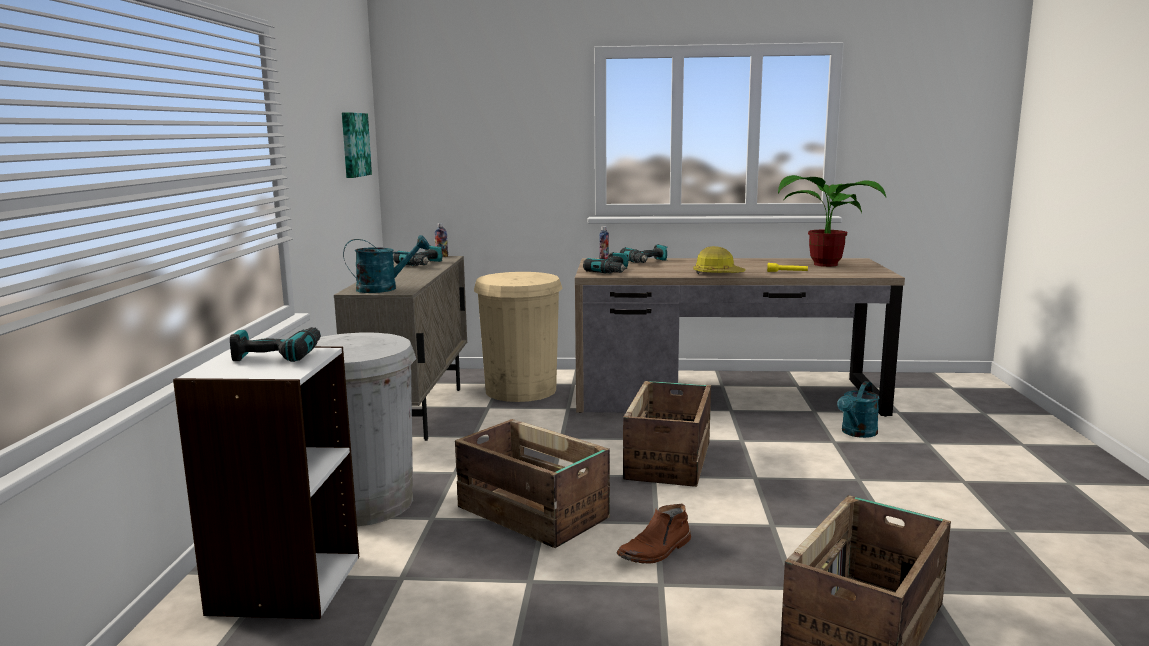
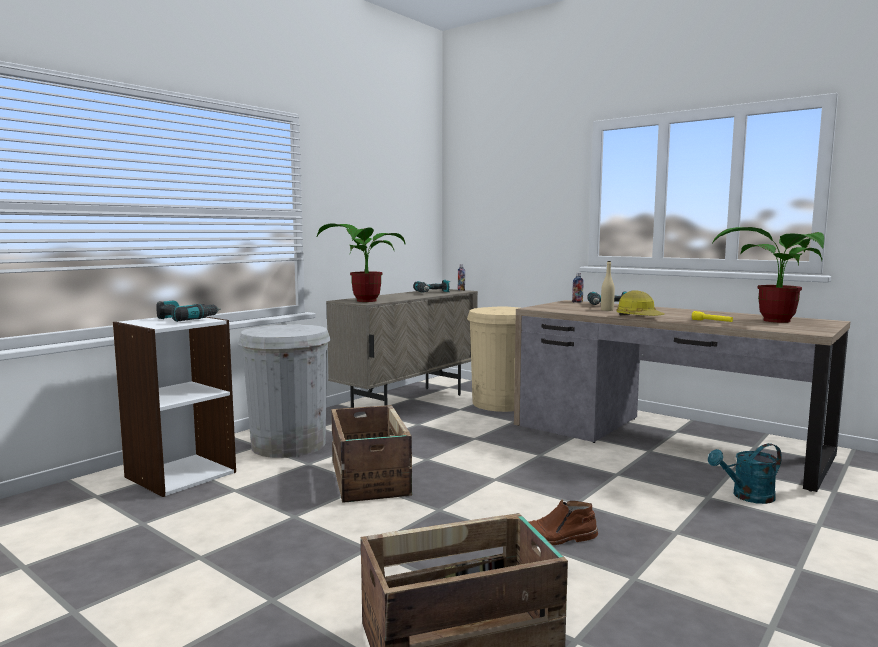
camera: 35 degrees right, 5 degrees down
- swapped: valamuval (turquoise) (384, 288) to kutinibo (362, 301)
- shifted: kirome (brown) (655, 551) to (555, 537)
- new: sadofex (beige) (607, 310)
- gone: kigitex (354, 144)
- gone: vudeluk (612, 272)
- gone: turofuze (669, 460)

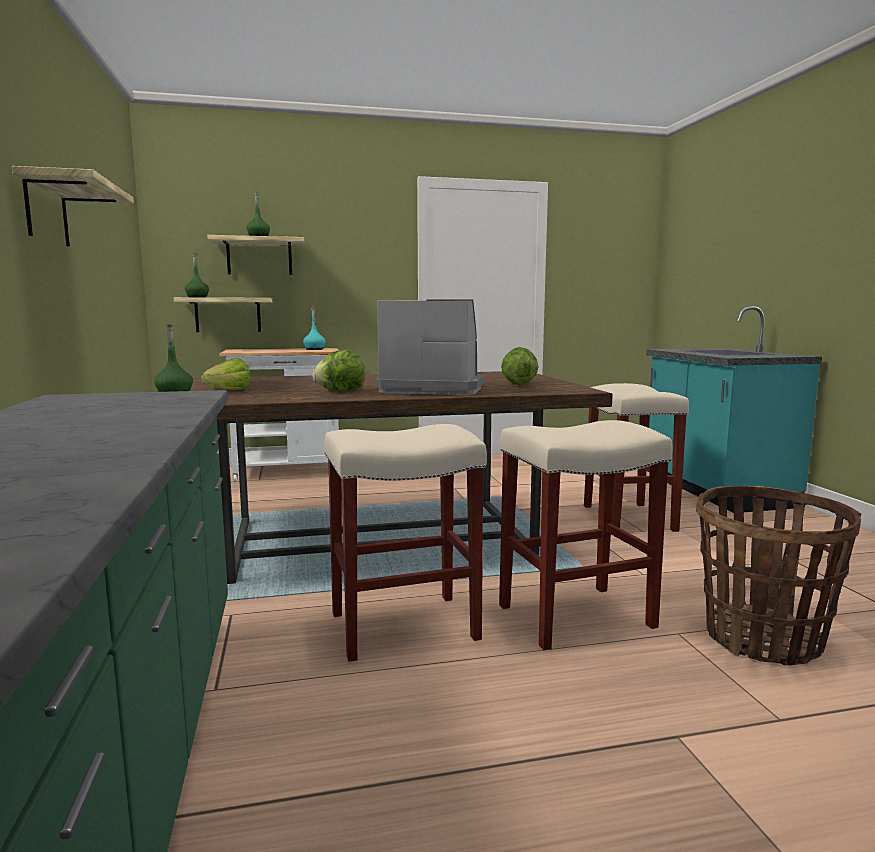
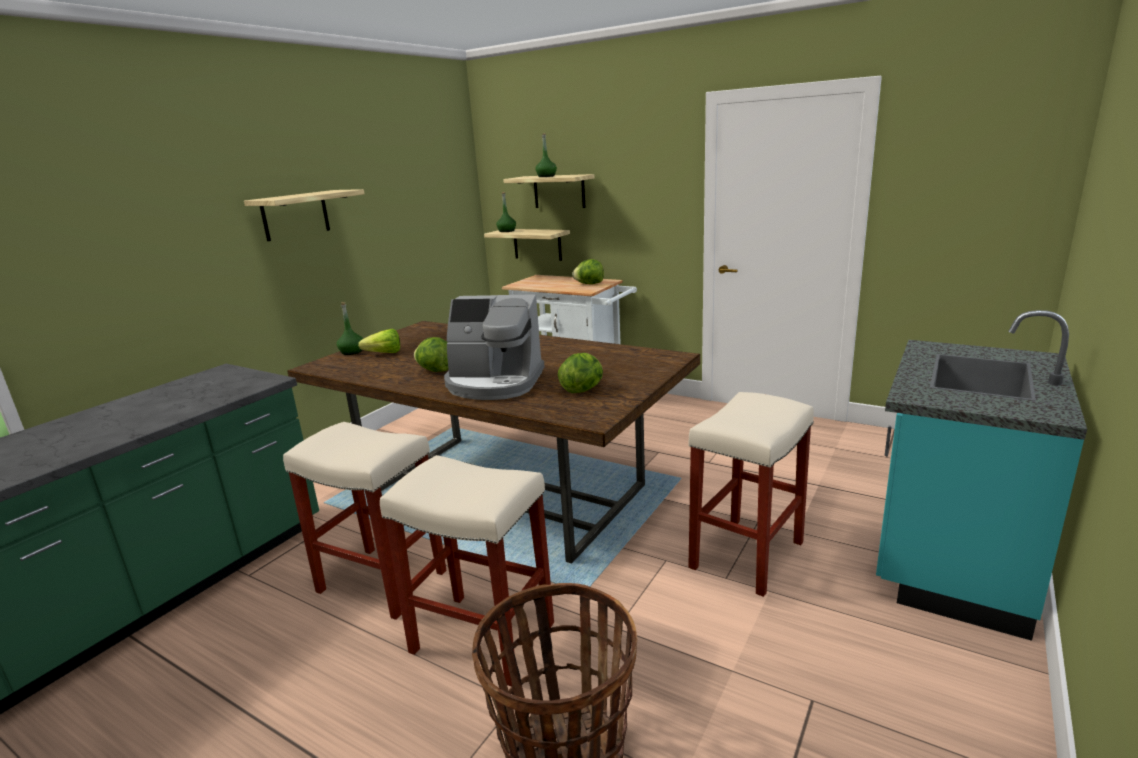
camera: 45 degrees right, 10 degrees up
- rotated: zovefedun (431, 389) = (494, 383) 135 degrees clockwise
- swapped: sadofex (turquoise) (314, 349) to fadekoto (589, 284)

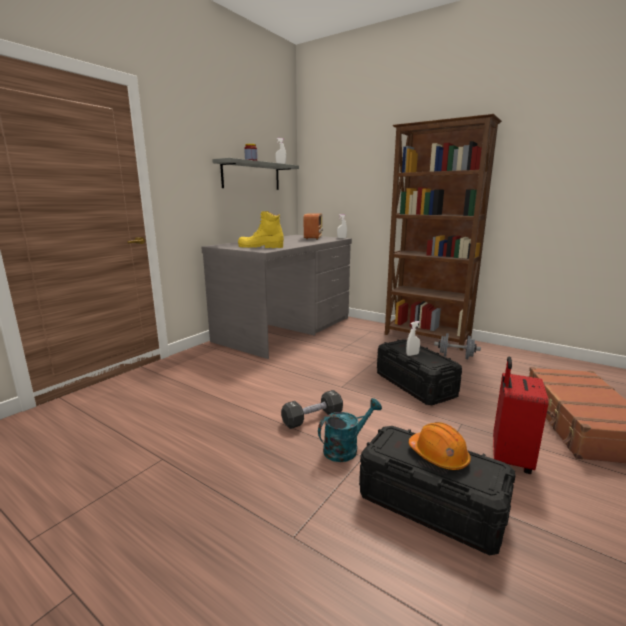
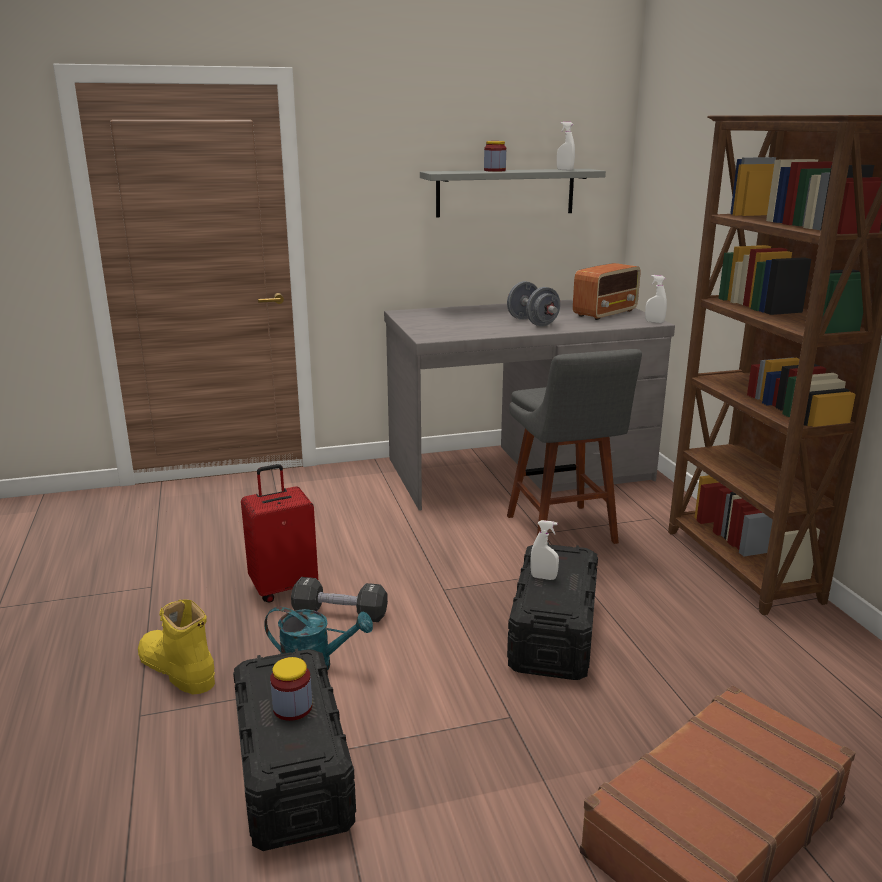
camera: 40 degrees right, 5 degrees up
- shifted: kirome (yellow) (260, 247) to (177, 669)
- shifted: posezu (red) (509, 458) to (284, 587)
- swapped: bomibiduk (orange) (438, 456) to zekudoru (292, 707)
- shifted: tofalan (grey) (455, 357) to (532, 322)
- new: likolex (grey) (563, 532)

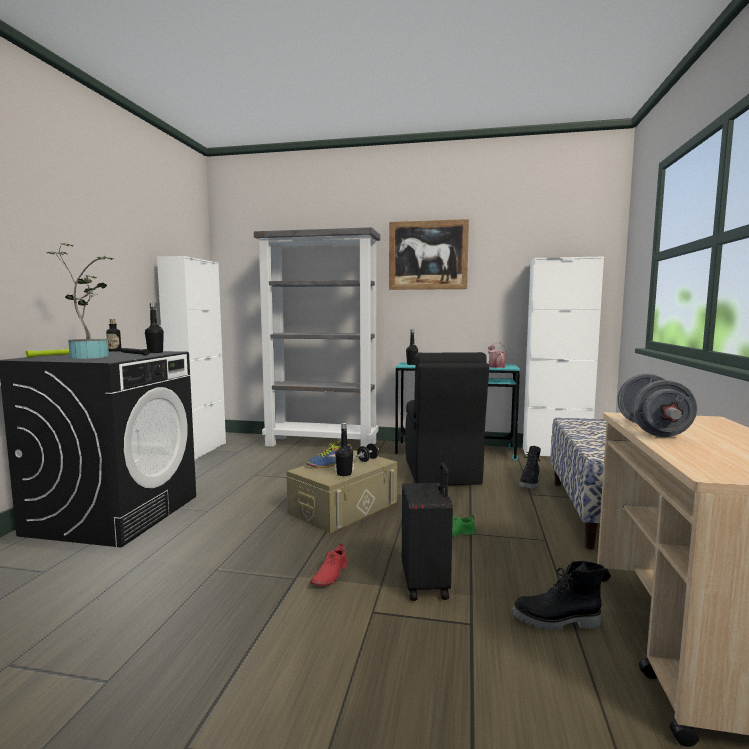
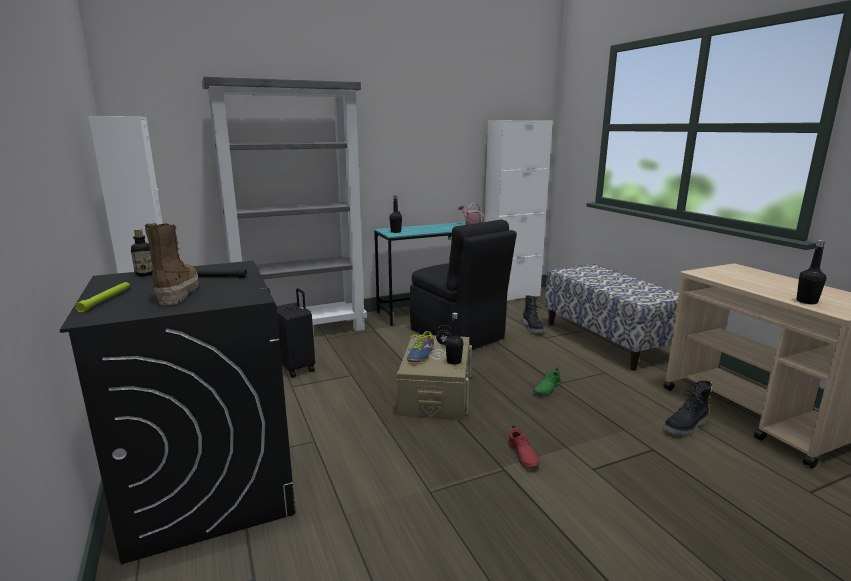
camera: 35 degrees left, 10 degrees up
- swapped: kutinibo (90, 356) to kirome (177, 293)
- shifted: posezu (black) (426, 584) to (296, 367)
- shifted: sadofex (black) (155, 352) to (806, 301)
- gone: kigitex (428, 255)
- gone: tofalan (grey) (652, 430)

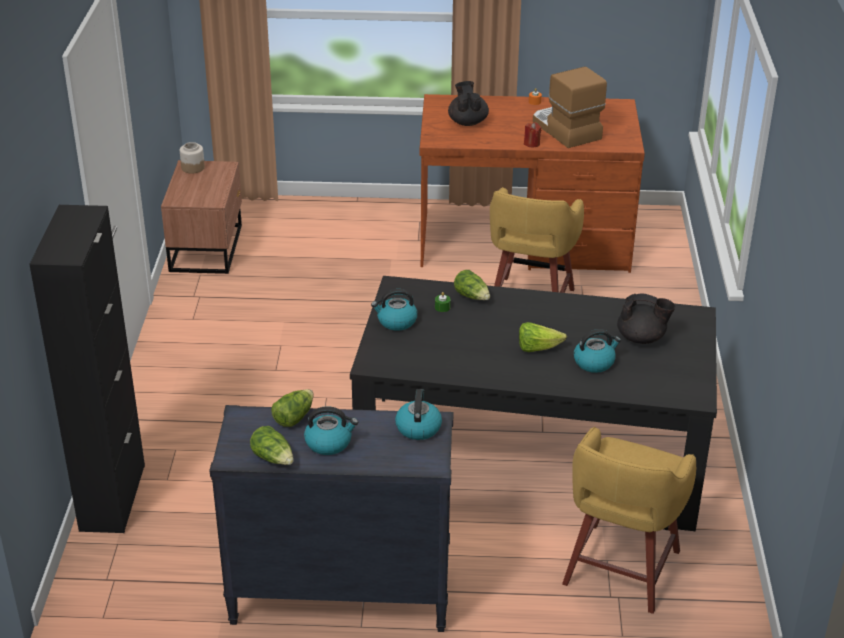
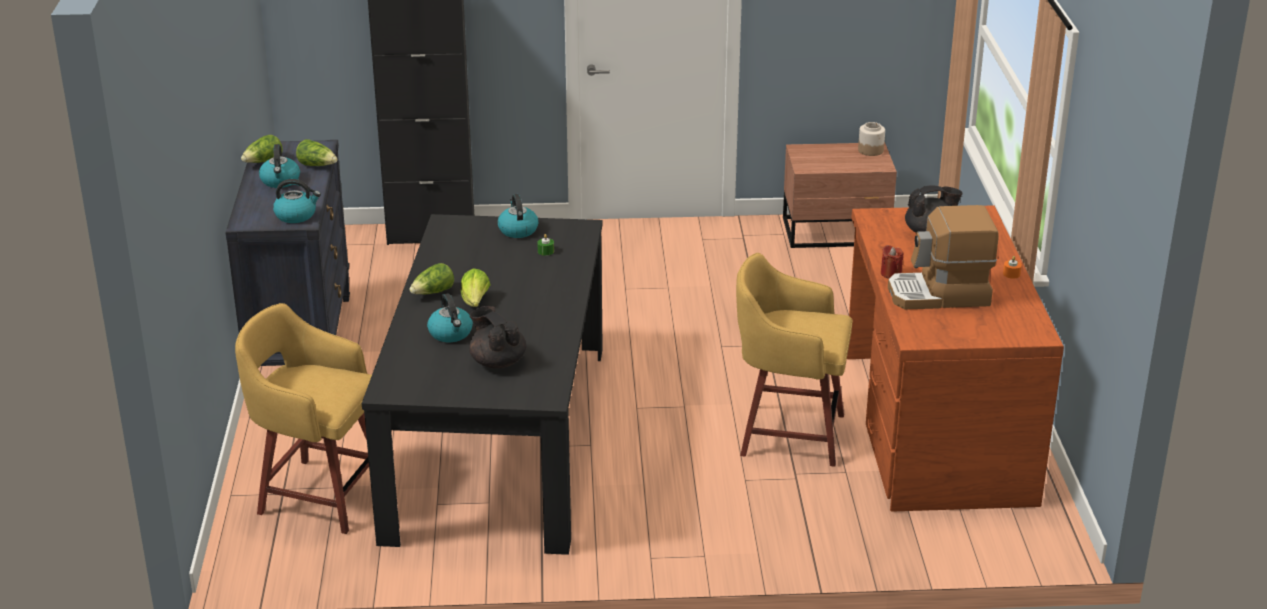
camera: 85 degrees right, 5 degrees down
- shifted: fadekoto (472, 296) to (433, 293)
- rotated: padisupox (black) (642, 338) = (497, 362) 135 degrees clockwise
- rotated: zovefedun (565, 130) = (939, 295) 150 degrees counterclockwise

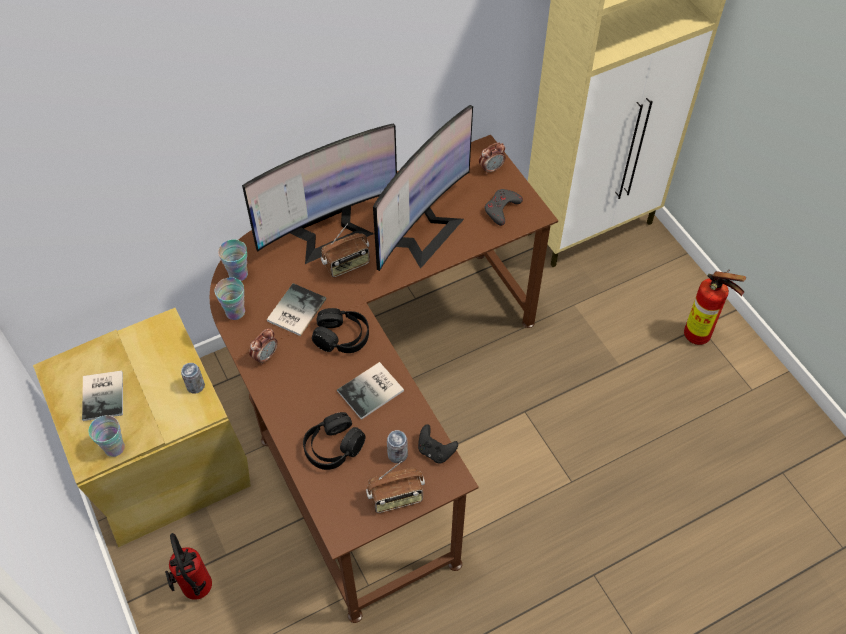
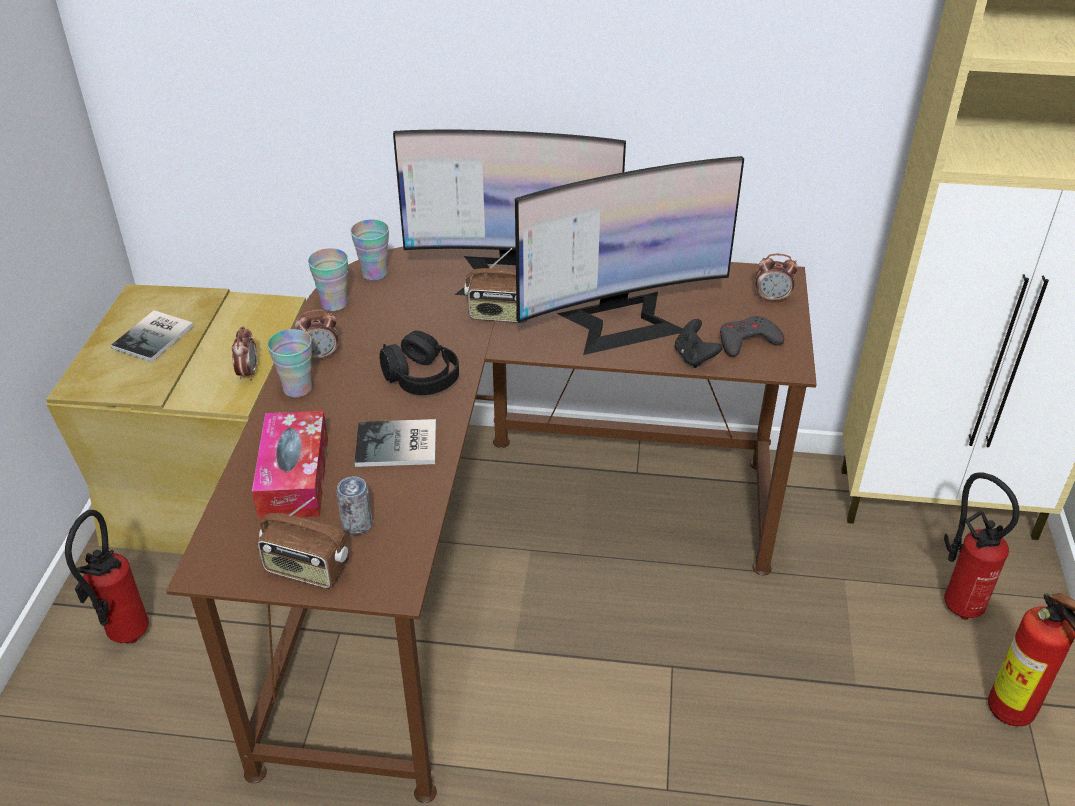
camera: 35 degrees right, 15 degrees down
- swapped: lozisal (195, 386) to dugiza (248, 373)
- swapped: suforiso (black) (333, 447) to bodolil (294, 477)
- shifted: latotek (114, 448) to (297, 388)
- shifted: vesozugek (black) (435, 451) to (694, 357)
- new: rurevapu (958, 602)
- gone: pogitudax (294, 310)

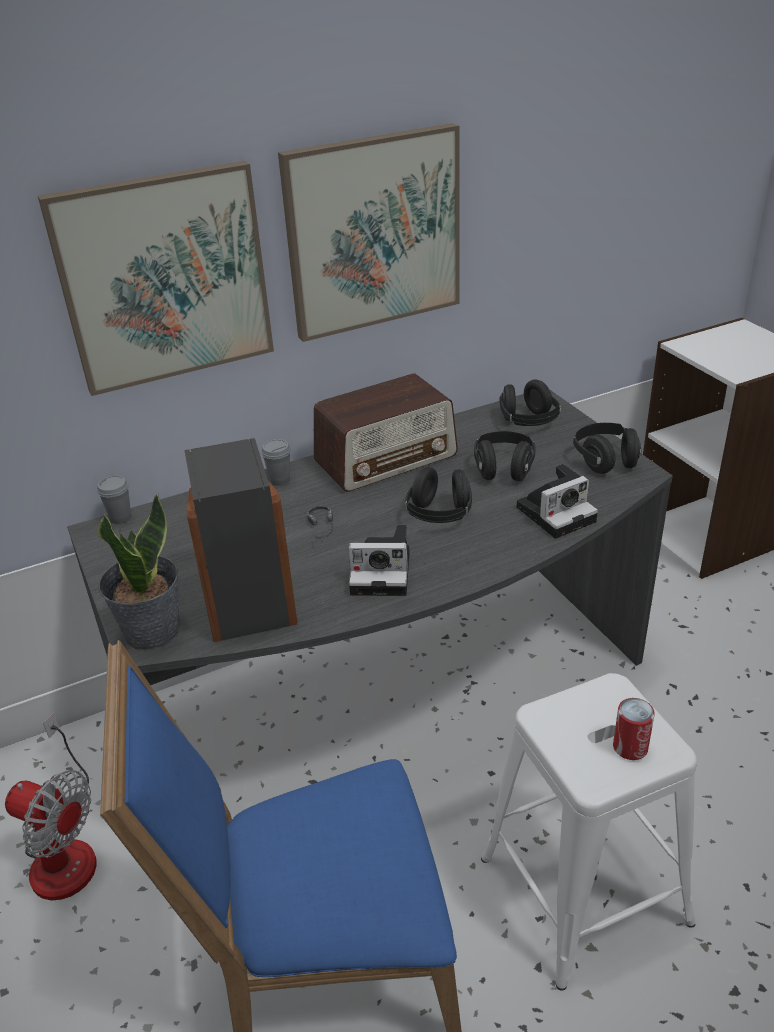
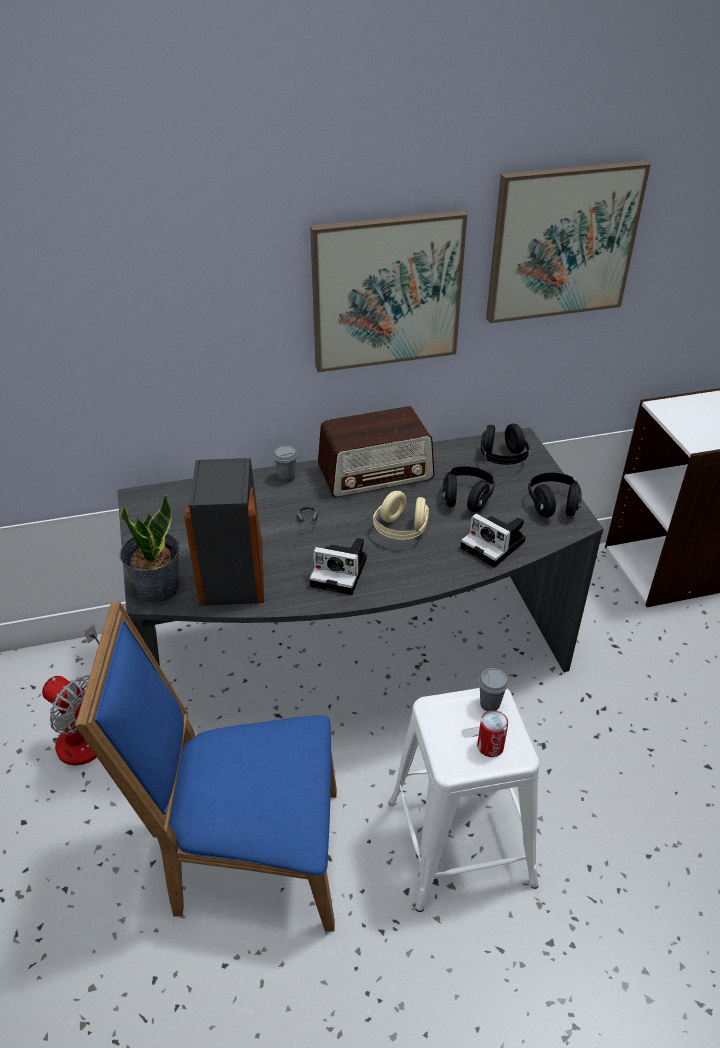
camera: 10 degrees right, 5 degrees up
- repainted: suforiso (black) (439, 515) to suforiso (beige) (401, 530)
- rotated: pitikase (557, 513) = (495, 545) 60 degrees clockwise
- shifted: latotek (grey) (120, 518) to (490, 704)
- shifted: kigitex (164, 278) to (562, 242)

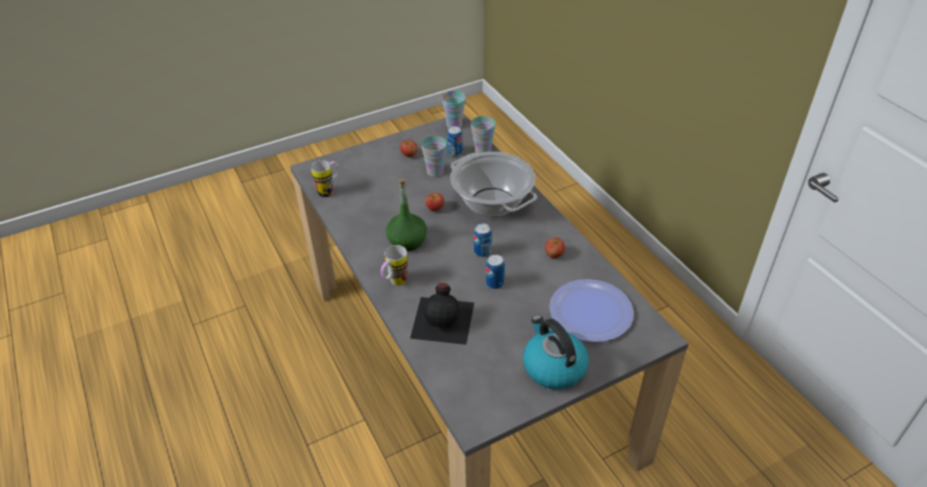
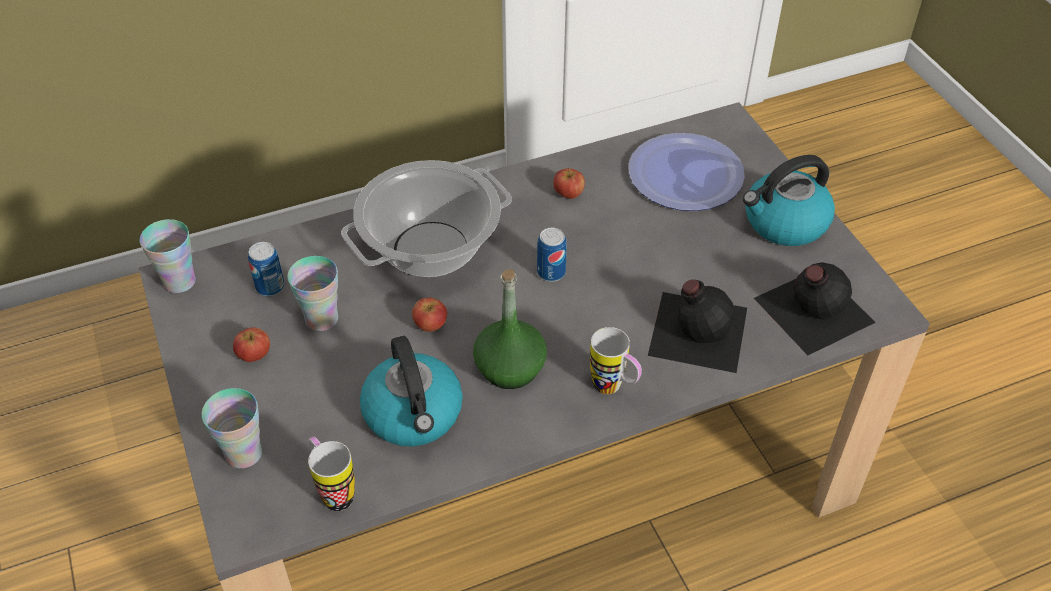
camera: 85 degrees left, 5 degrees up
- shifted: latotek (483, 151) to (244, 453)
- new: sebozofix (414, 414)
- new: sadofex (black) (811, 309)
- gone: lozisal (494, 283)

